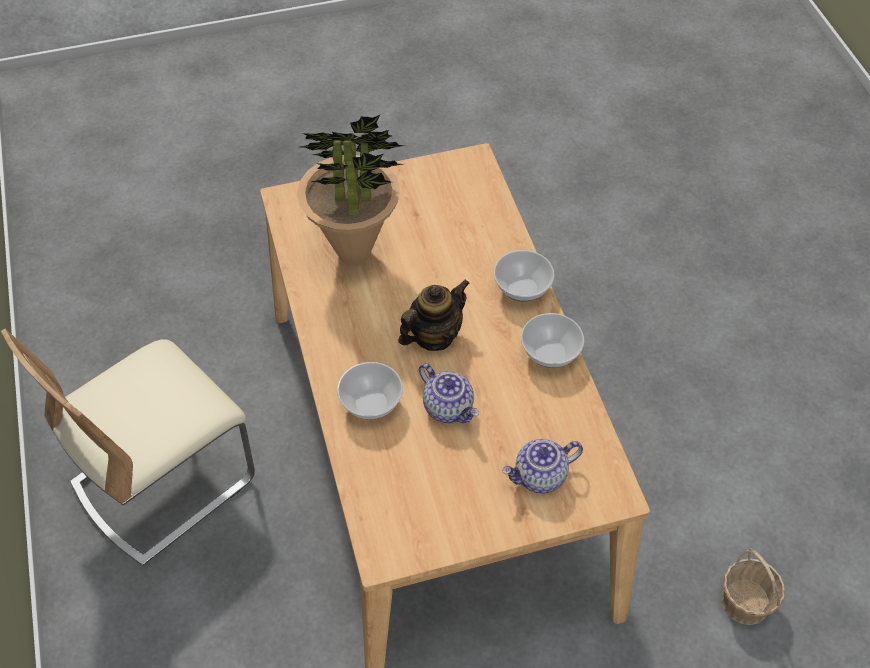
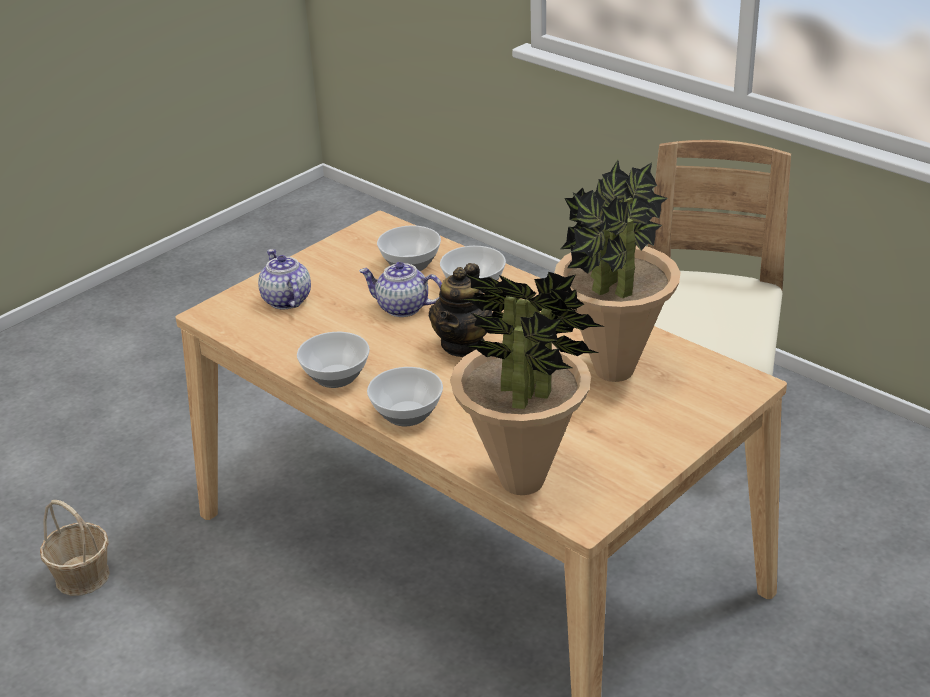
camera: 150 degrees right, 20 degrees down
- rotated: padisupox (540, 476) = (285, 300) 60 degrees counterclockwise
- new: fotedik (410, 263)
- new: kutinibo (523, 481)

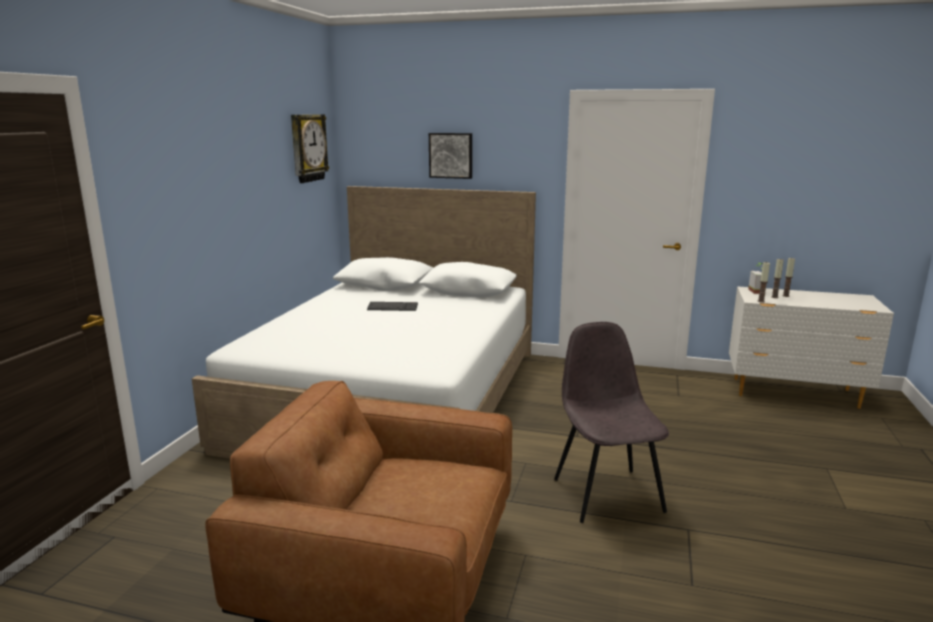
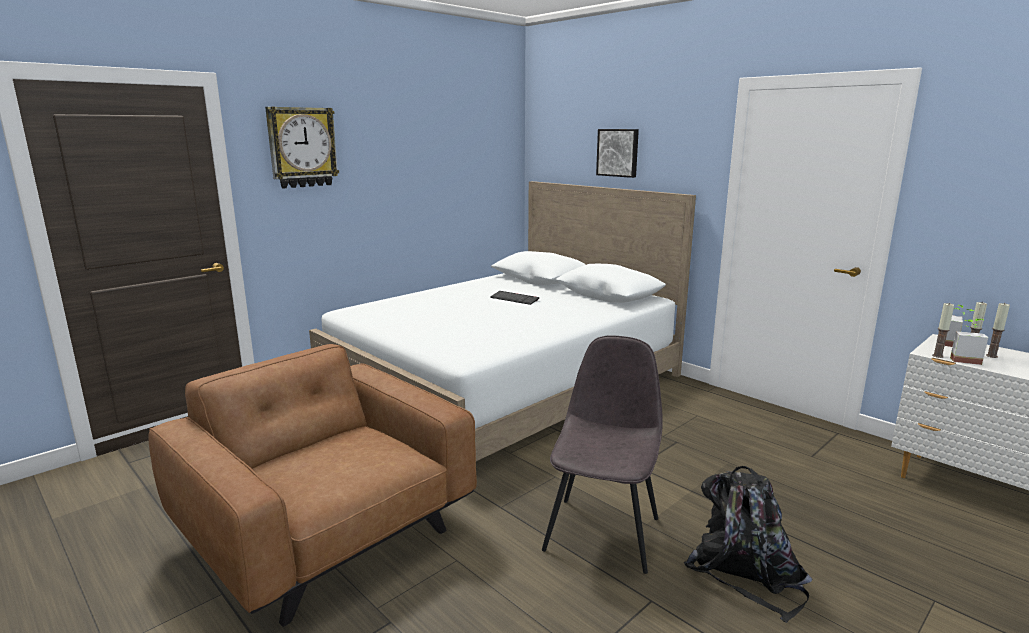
camera: 30 degrees right, 0 degrees up
- shifted: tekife (307, 148) to (302, 147)
- new: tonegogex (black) (746, 572)
- new: kutinibo (964, 359)

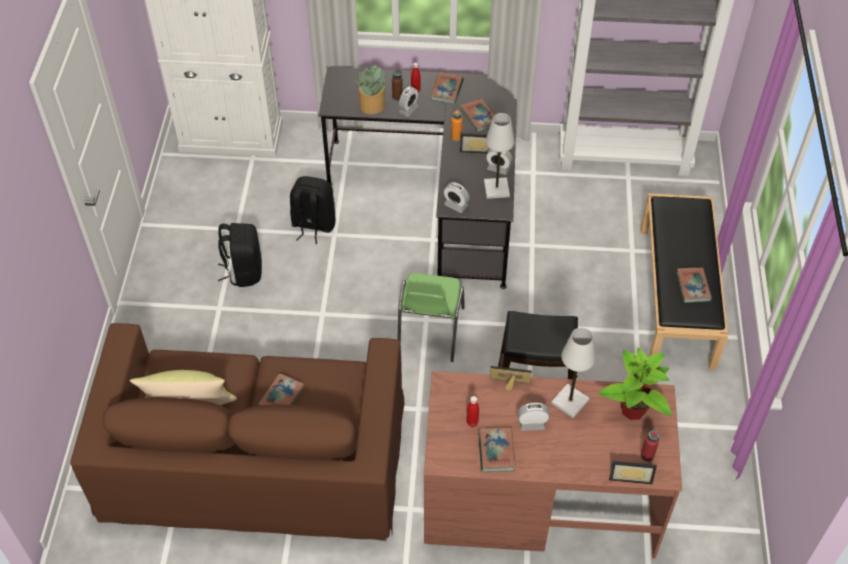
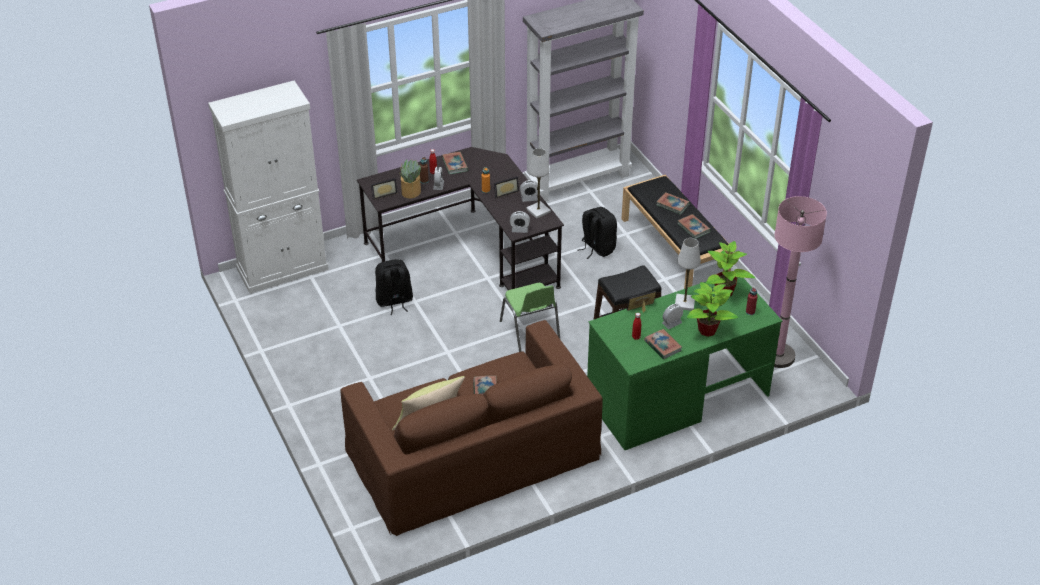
camera: 30 degrees left, 10 degrees down
- shifted: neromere (630, 475) to (383, 194)
- shifted: tonegogex (black) (244, 271) to (597, 248)
- repainted: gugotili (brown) (539, 500) to gugotili (green) (677, 396)
- shifted: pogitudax (480, 117) to (673, 205)
- new: kutinibo (708, 330)
- new: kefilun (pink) (778, 356)

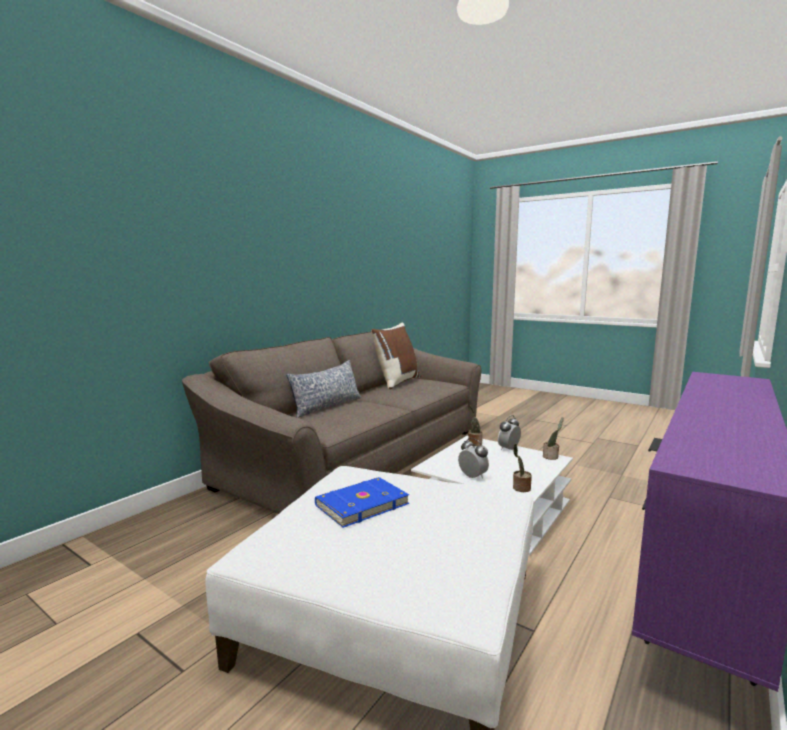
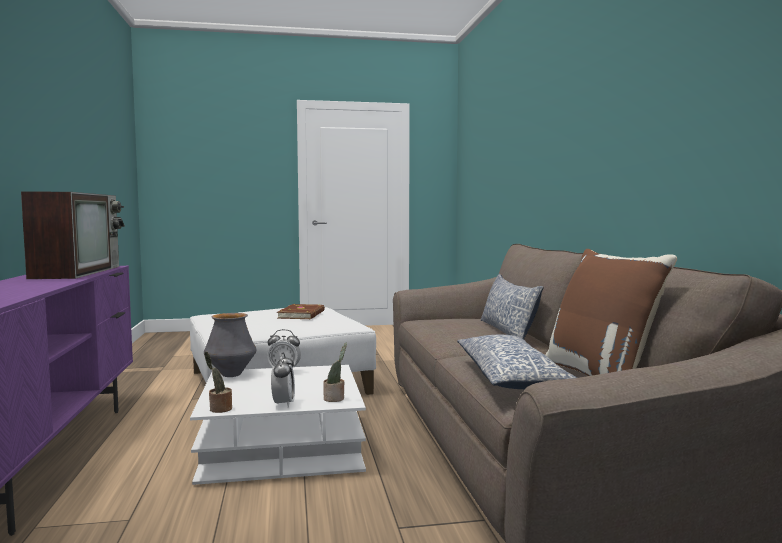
camera: 135 degrees right, 5 degrees down
- new: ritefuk (77, 272)
- swapped: kutinibo (520, 488) to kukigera (231, 375)
- repainted: pogitudax (blue) (360, 504) to pogitudax (brown) (302, 314)
- new: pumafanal (510, 378)

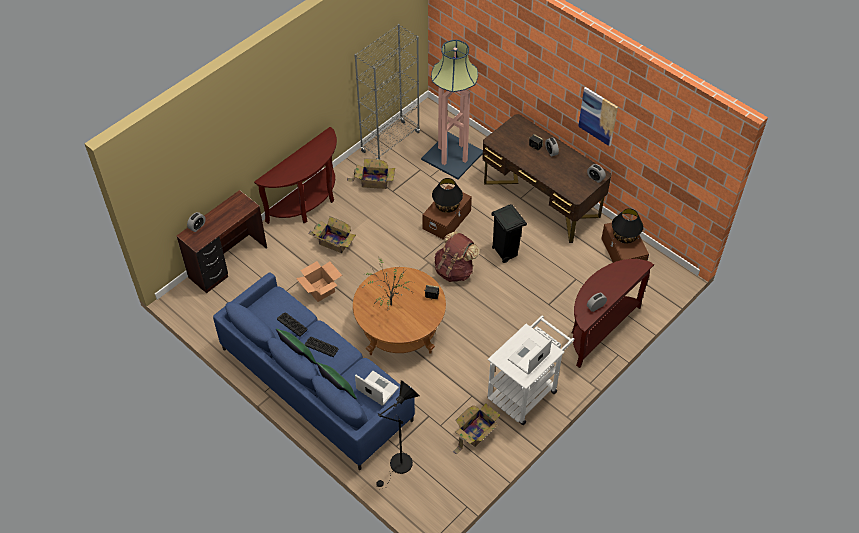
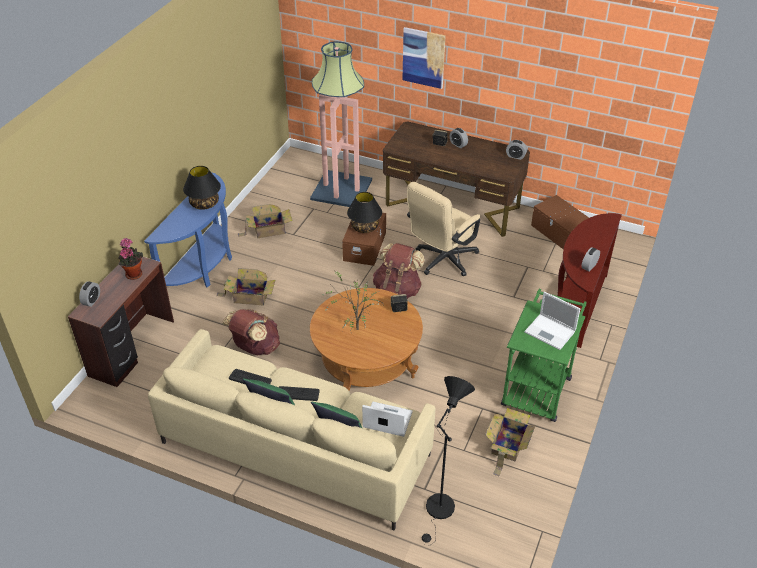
camera: 20 degrees left, 10 degrees down
- new: kutinibo (133, 273)
- repainted: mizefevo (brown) (308, 203) to mizefevo (blue) (203, 267)
- repainted: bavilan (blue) (316, 384) to bavilan (beige) (295, 448)
- shifted: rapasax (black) (625, 236) to (204, 203)
- swapped: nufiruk (320, 289) to tonegogex (brown) (255, 347)
- shifted: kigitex (598, 116) to (423, 57)
- swapped: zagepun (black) (505, 252) to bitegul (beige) (441, 261)
- repainted: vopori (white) (526, 391) to vopori (green) (538, 386)
- rotated: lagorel (528, 357) = (550, 332) 75 degrees counterclockwise
- gone: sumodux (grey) (390, 142)

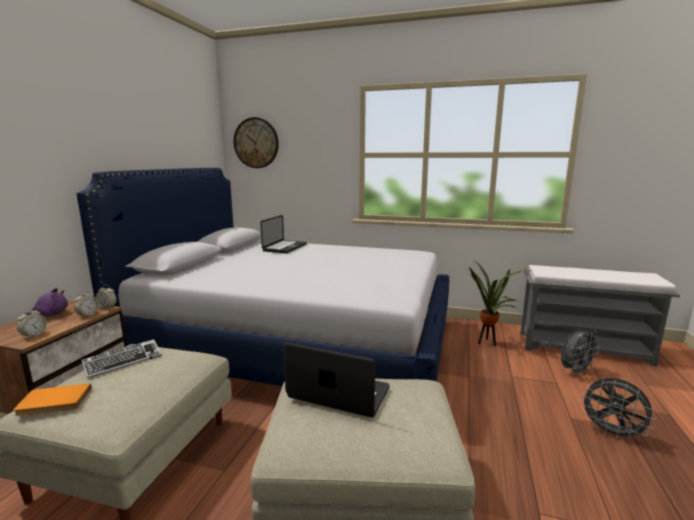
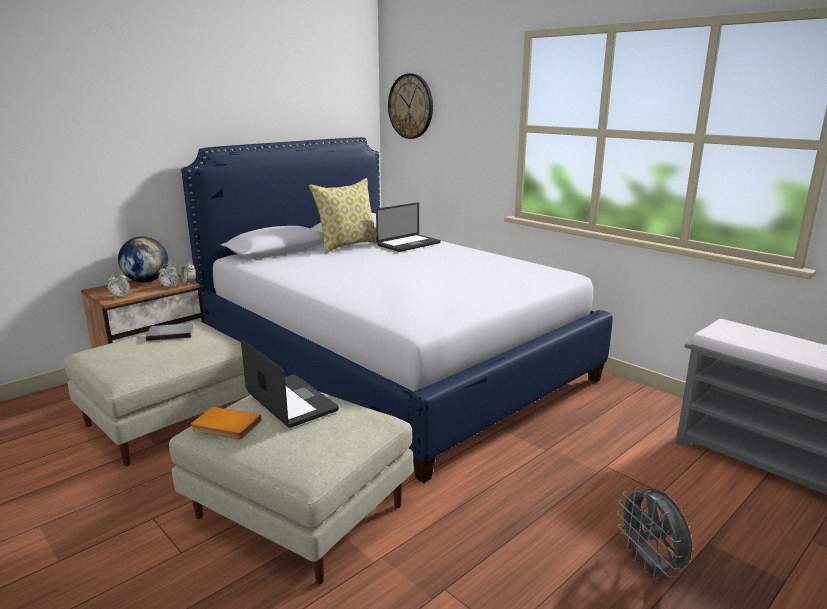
camera: 30 degrees right, 5 degrees up
- swapped: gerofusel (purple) (50, 314) to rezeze (146, 281)
- swapped: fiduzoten (123, 362) to pogitudax (grey) (171, 333)
- shifted: pogitudax (orange) (54, 403) to (225, 426)
- new: pumafanal (347, 245)
- gone: kutinibo (487, 343)
- gone: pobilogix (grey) (575, 372)

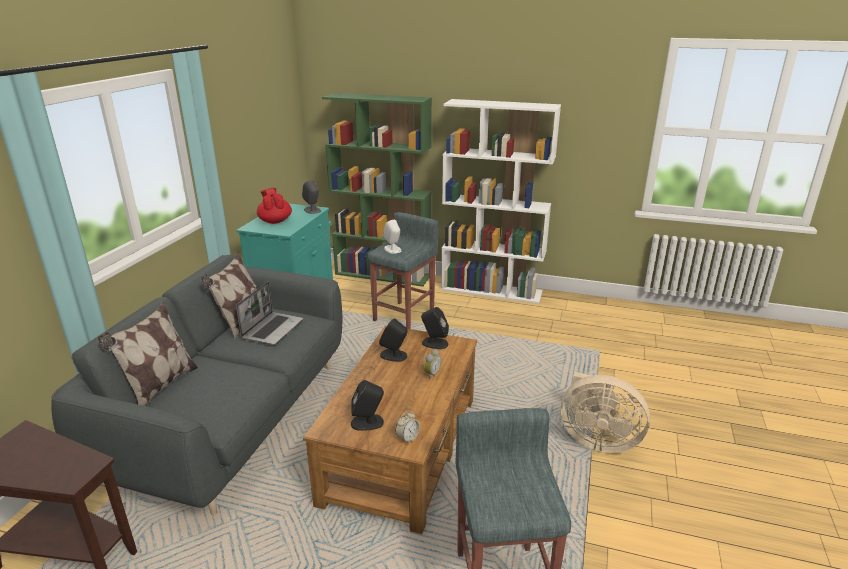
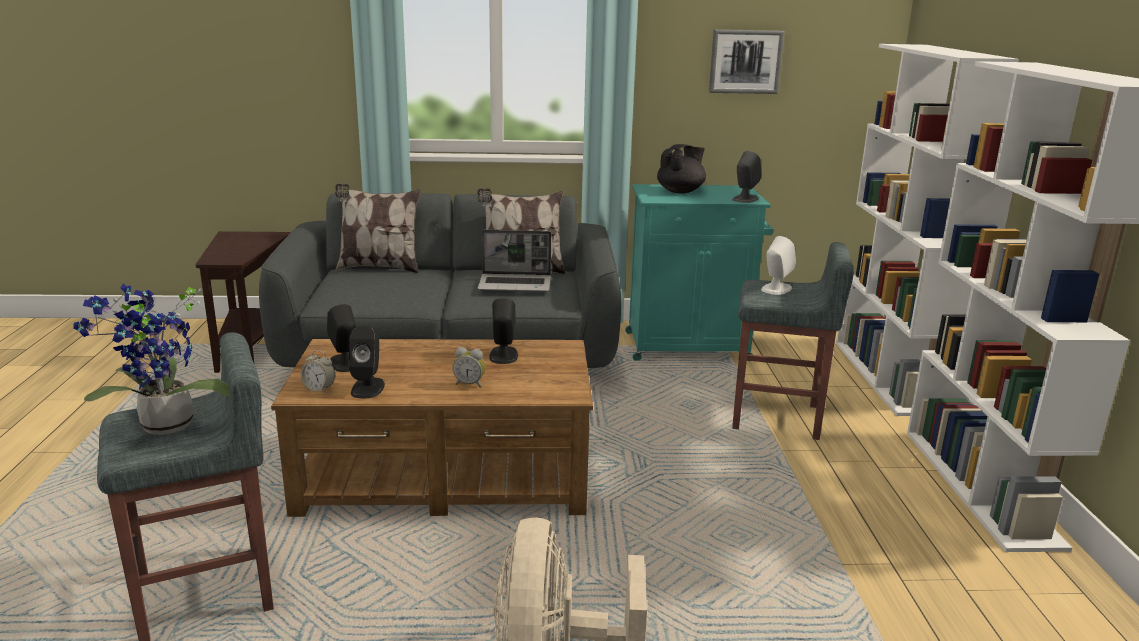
camera: 70 degrees right, 5 degrees down
- new: kutinibo (164, 429)
- shifted: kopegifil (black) (434, 343) to (368, 388)
- repainted: padisupox (red) (275, 221) to padisupox (black) (681, 191)
- new: kigitex (745, 61)
- repainted: sumodux (green) (383, 274) to sumodux (white) (887, 377)

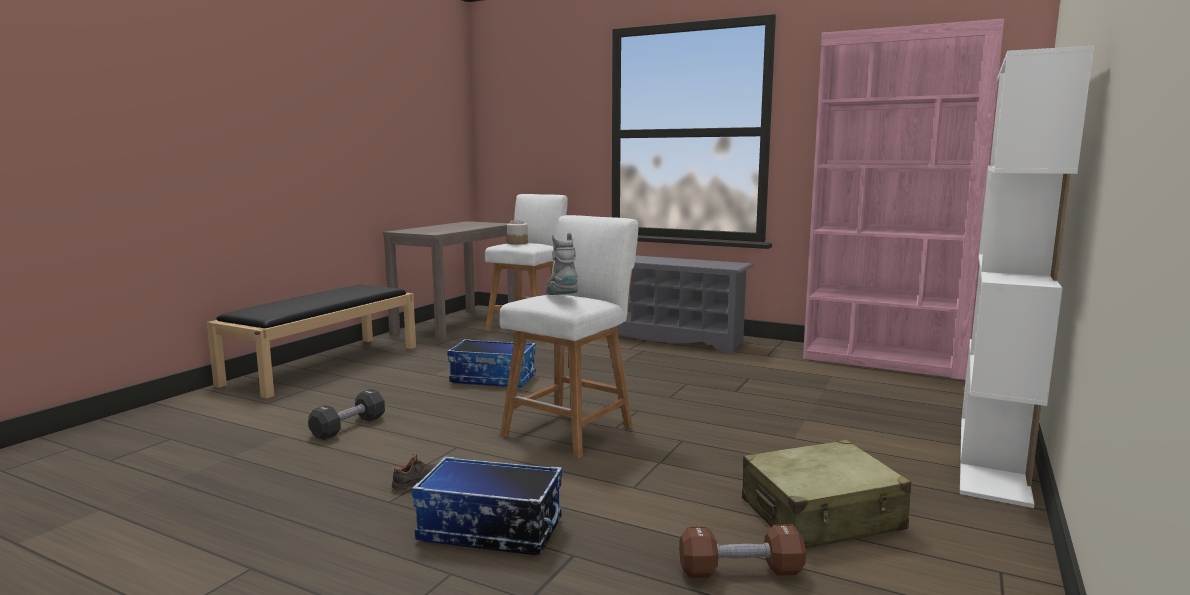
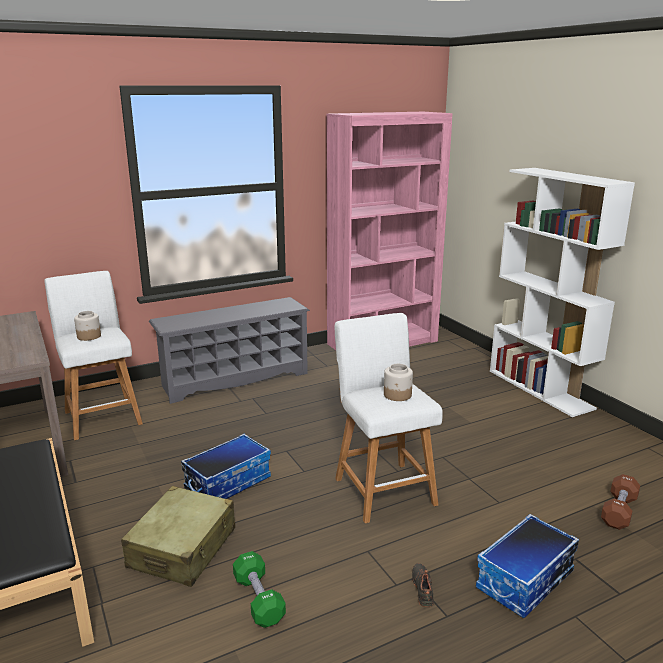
camera: 55 degrees left, 10 degrees up
- shifted: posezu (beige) (821, 515) to (183, 548)
- repainted: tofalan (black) (349, 427) to tofalan (green) (258, 599)
- swapped: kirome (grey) (562, 299) to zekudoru (397, 395)

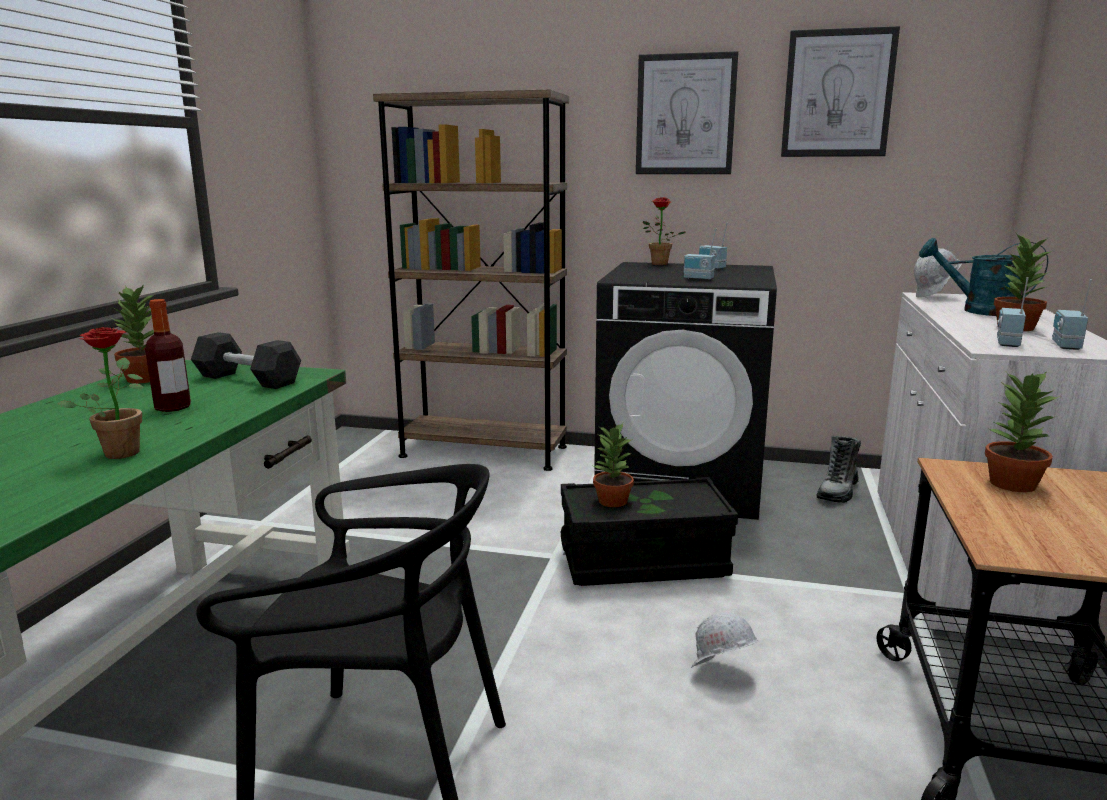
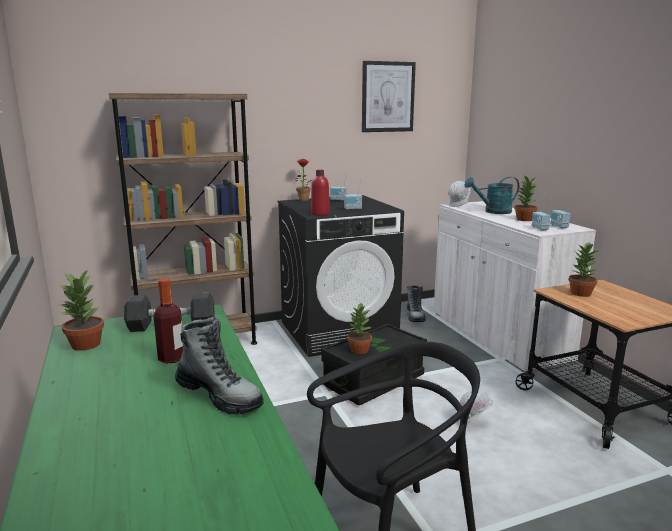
camera: 35 degrees left, 0 degrees up
- swapped: kutinibo (121, 451) to kirome (219, 396)
- new: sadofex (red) (320, 214)
- gone: kigitex (685, 115)

